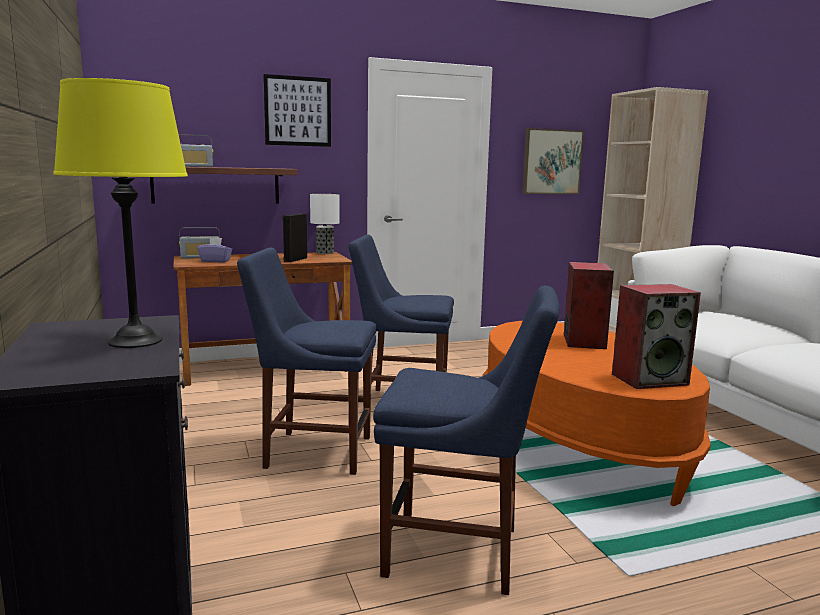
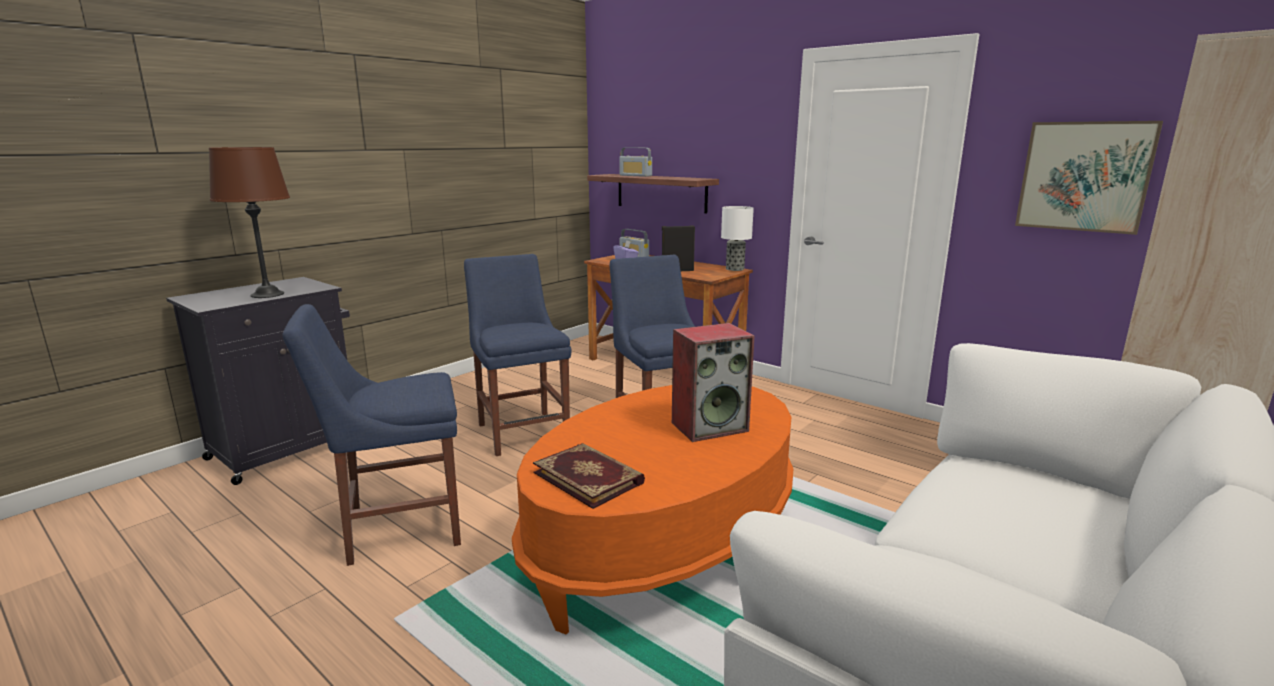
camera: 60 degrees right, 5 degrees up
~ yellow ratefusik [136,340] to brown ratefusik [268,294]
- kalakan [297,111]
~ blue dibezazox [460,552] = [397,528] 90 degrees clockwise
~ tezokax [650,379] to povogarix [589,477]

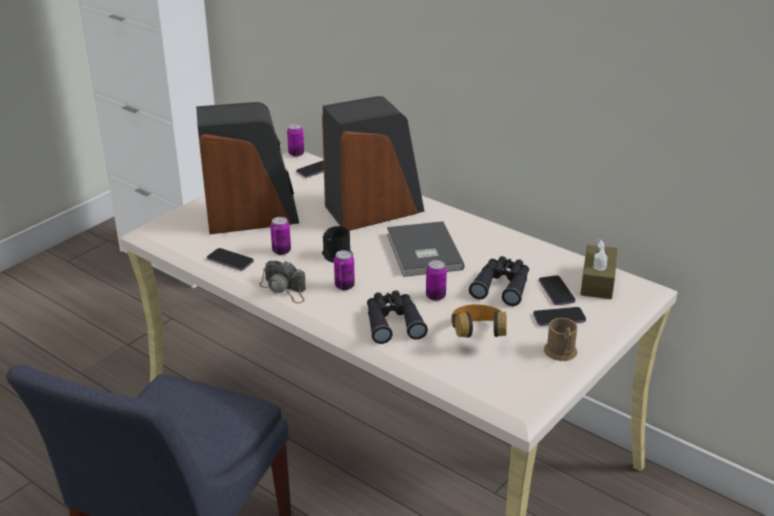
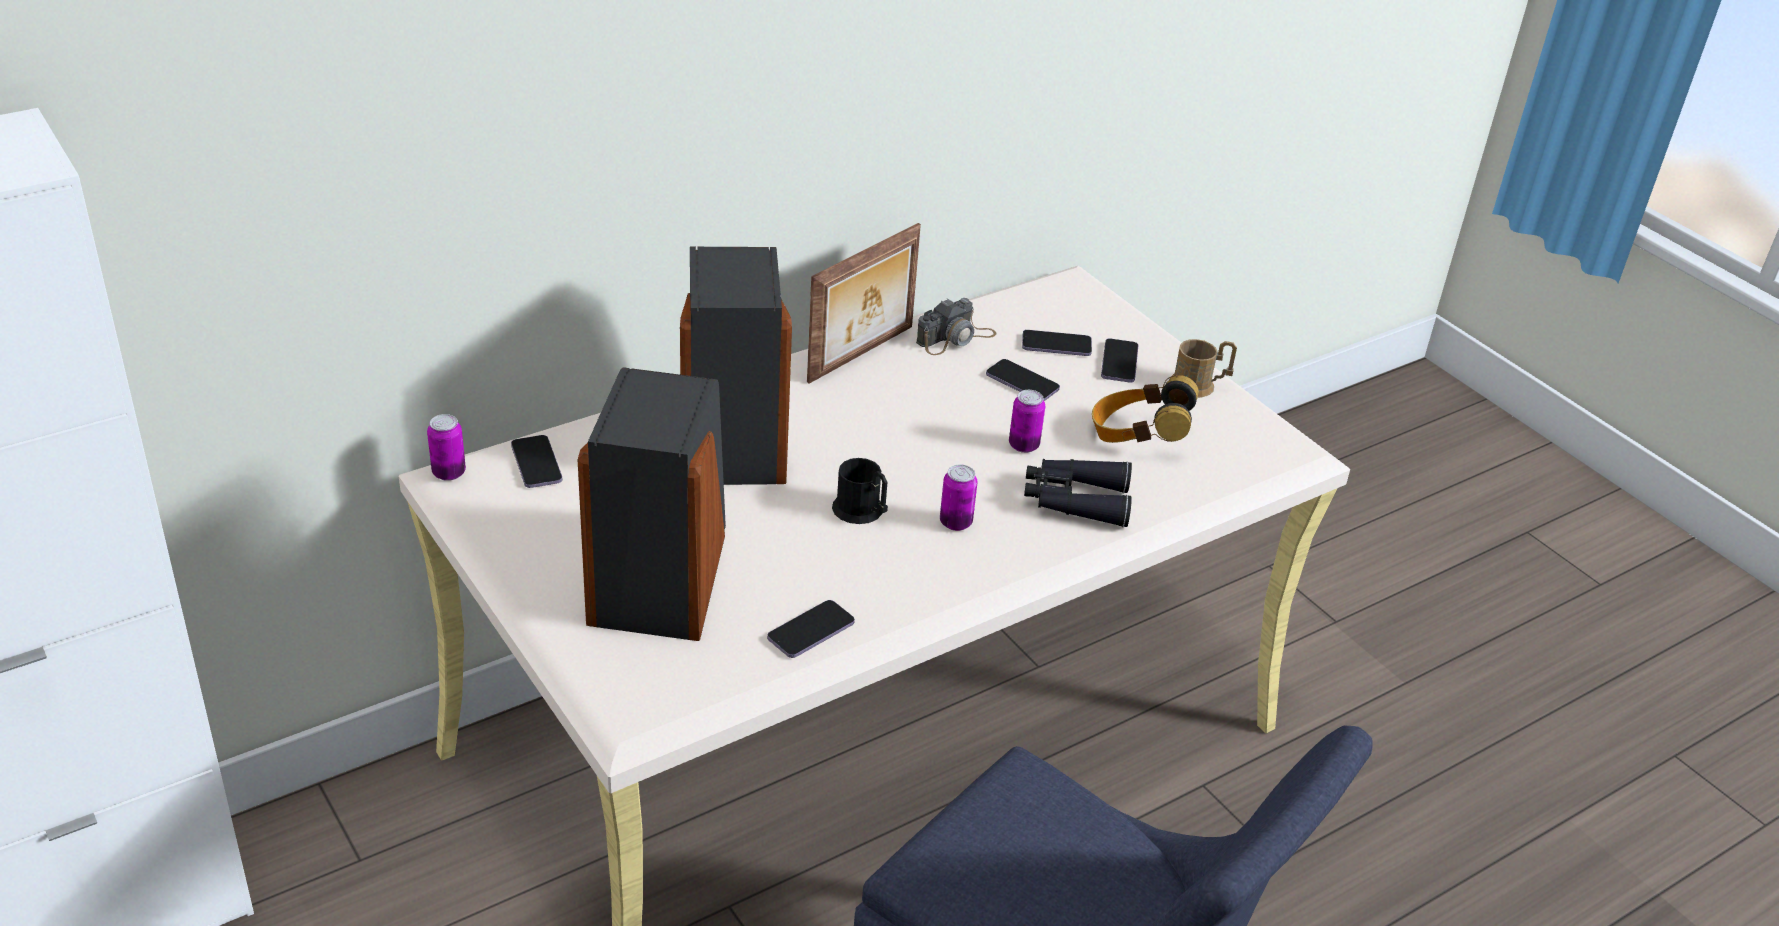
camera: 75 degrees left, 5 degrees up
~ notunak [284,289] to [956,338]
- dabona [281,251]
- grey povogarix [422,252]
~ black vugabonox [502,286] to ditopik [1022,382]
- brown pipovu [597,282]
+ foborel [862,355]

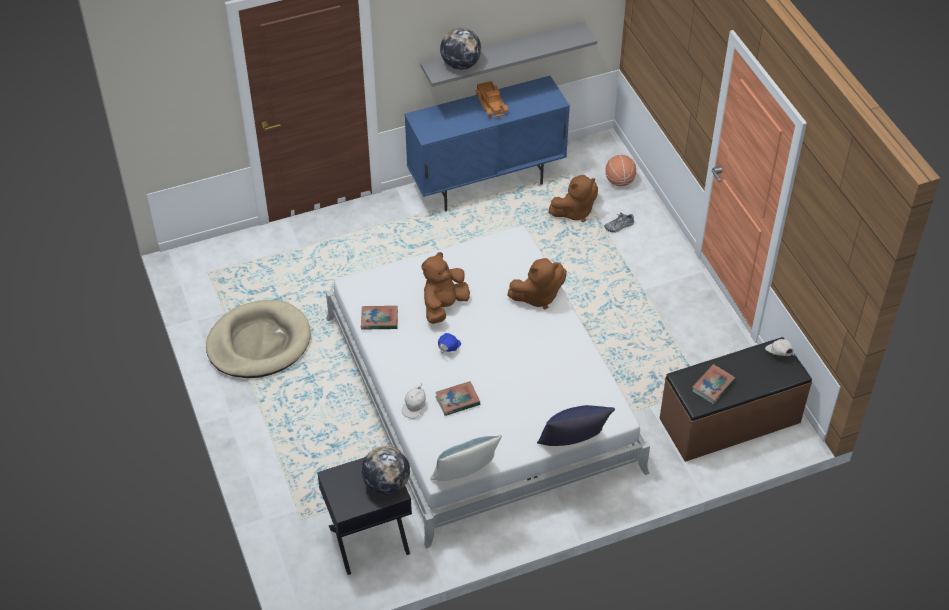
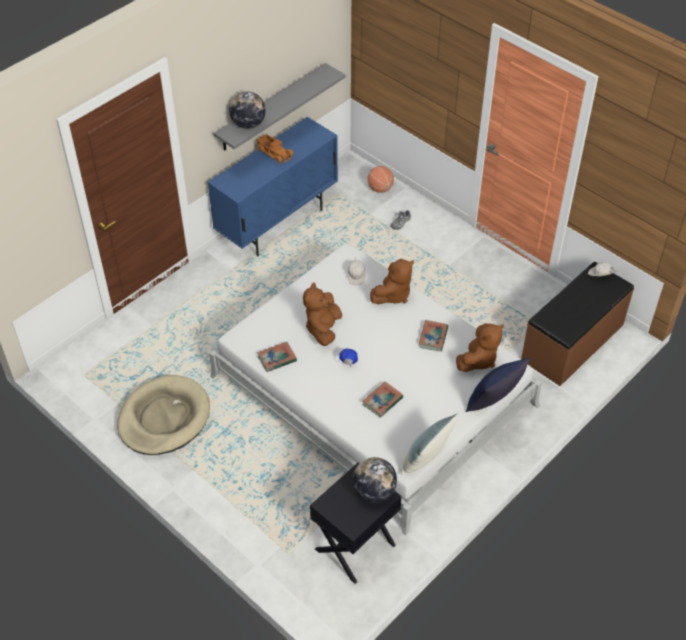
camera: 25 degrees left, 0 degrees up
~ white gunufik [415,407] to [356,276]
~ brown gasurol [574,211] to [478,359]
~ povogarix [713,386] to [433,337]

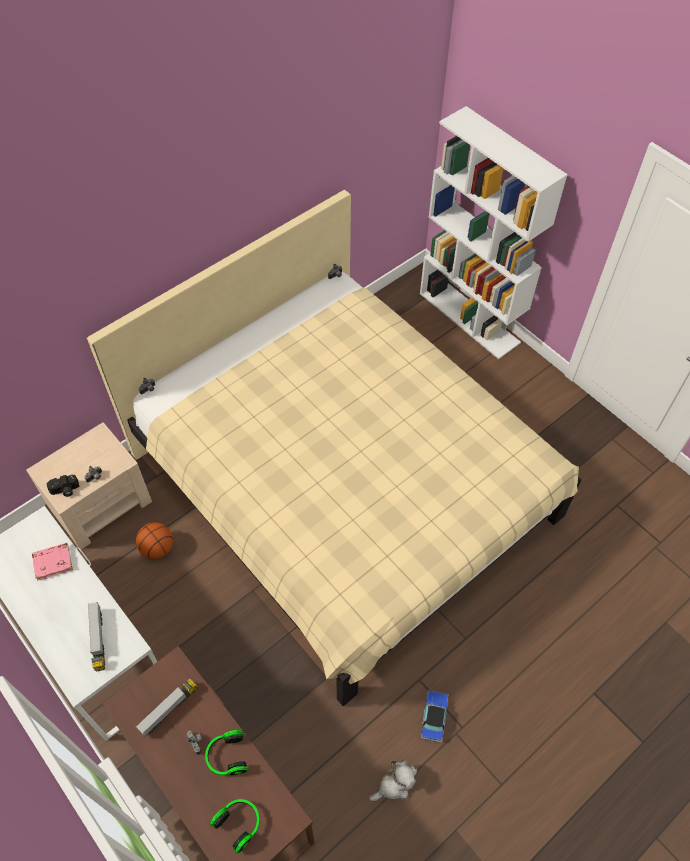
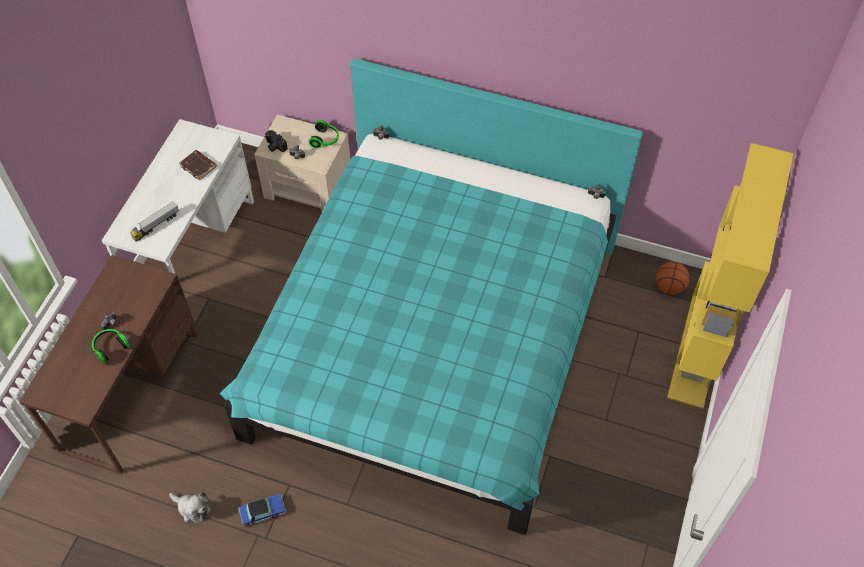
camera: 60 degrees right, 0 degrees up
~ pink povogarix [53,562] to brown povogarix [199,166]
~ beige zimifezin [344,486] to turquoise zimifezin [433,340]
~ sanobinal [157,548] to [669,287]
- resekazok [169,709]
~ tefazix [239,823] to [325,139]
~ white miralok [470,318] to yellow miralok [698,350]

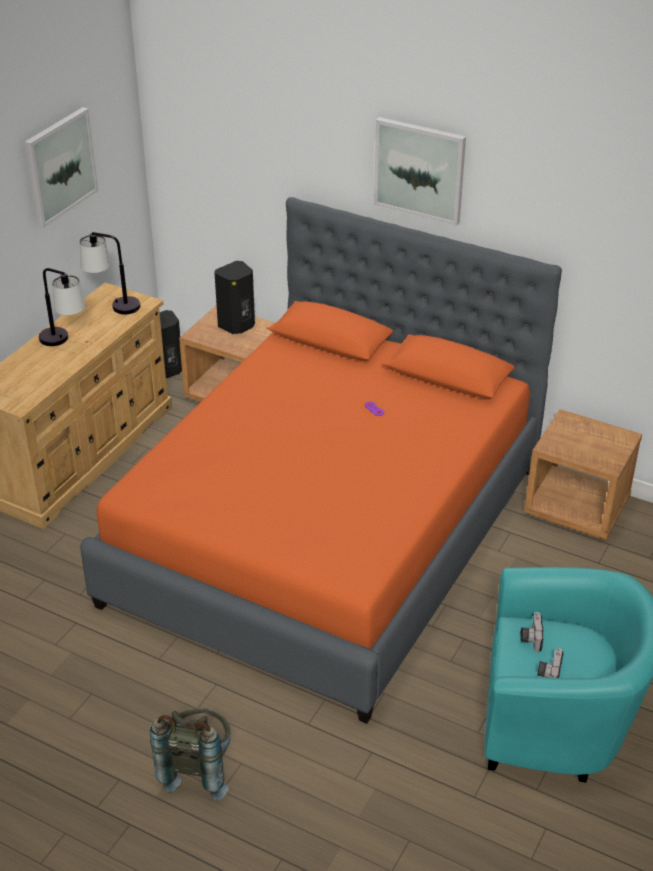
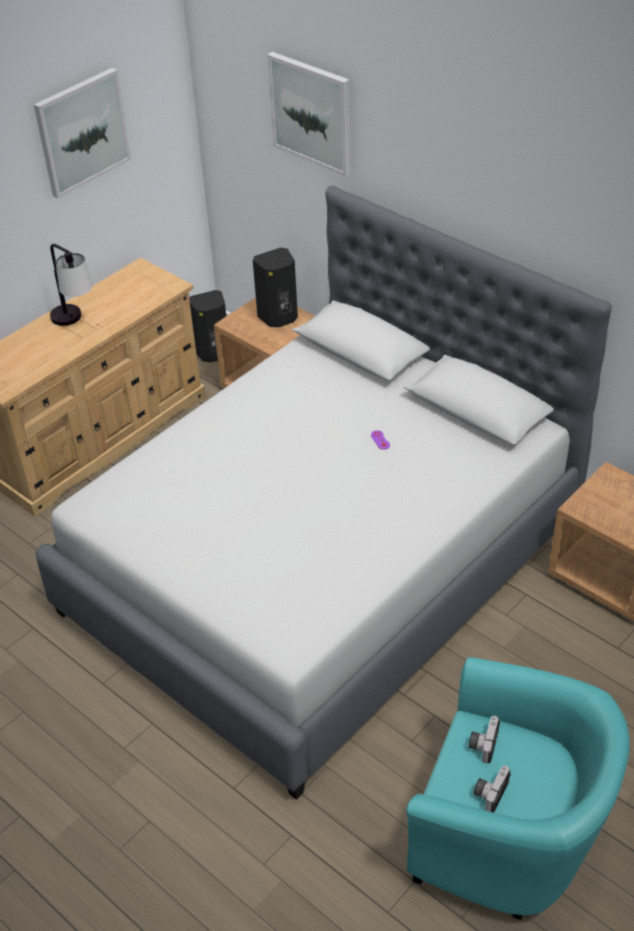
camera: 15 degrees right, 5 degrees up
~ orange zimifezin [327,534] to grey zimifezin [323,566]
- ratefusik [113,306]
- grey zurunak [197,769]
~ kalakan [419,170] to [312,113]

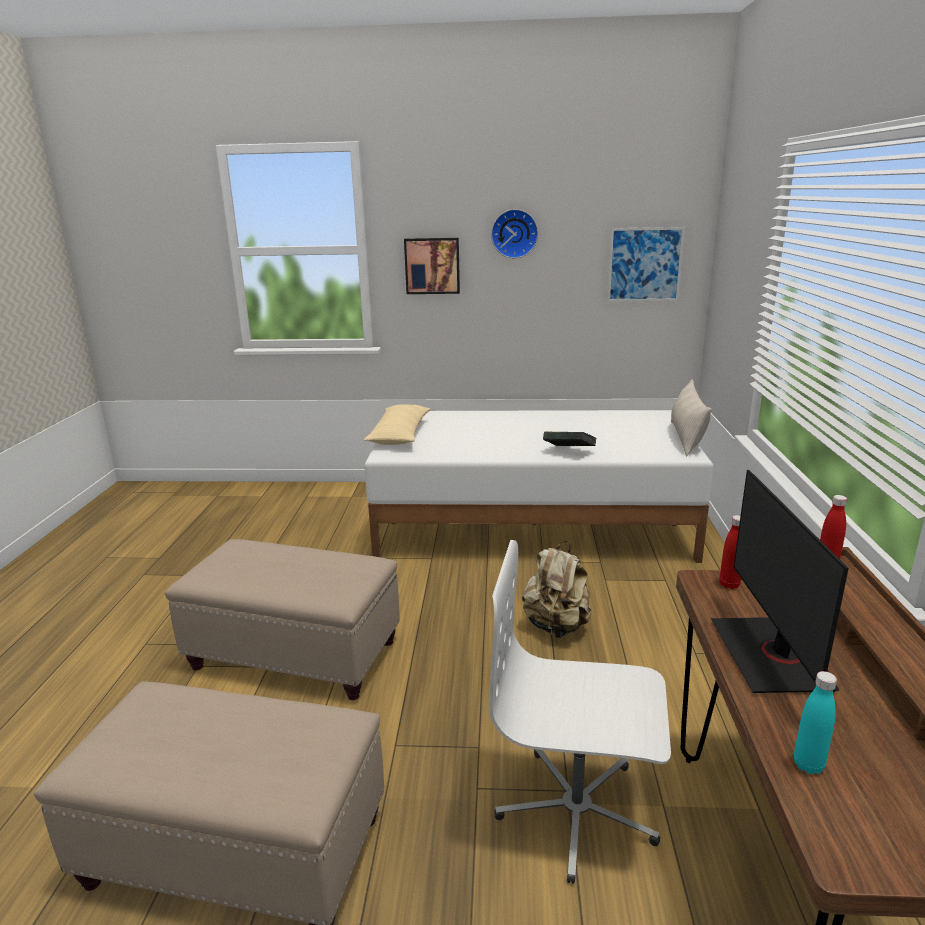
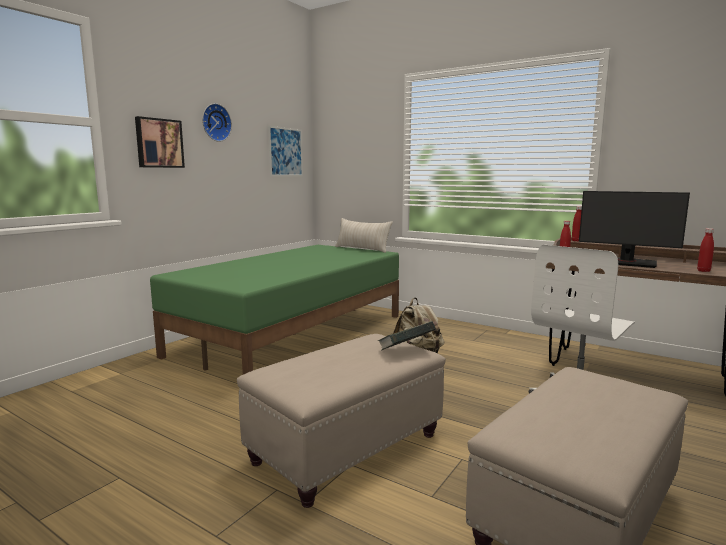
camera: 60 degrees left, 10 degrees down
- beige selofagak [399,435]
~ white zimifezin [532,524] to green zimifezin [294,334]
~ povogarix [569,452] to [405,351]
~ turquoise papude [808,765] to red papude [703,271]

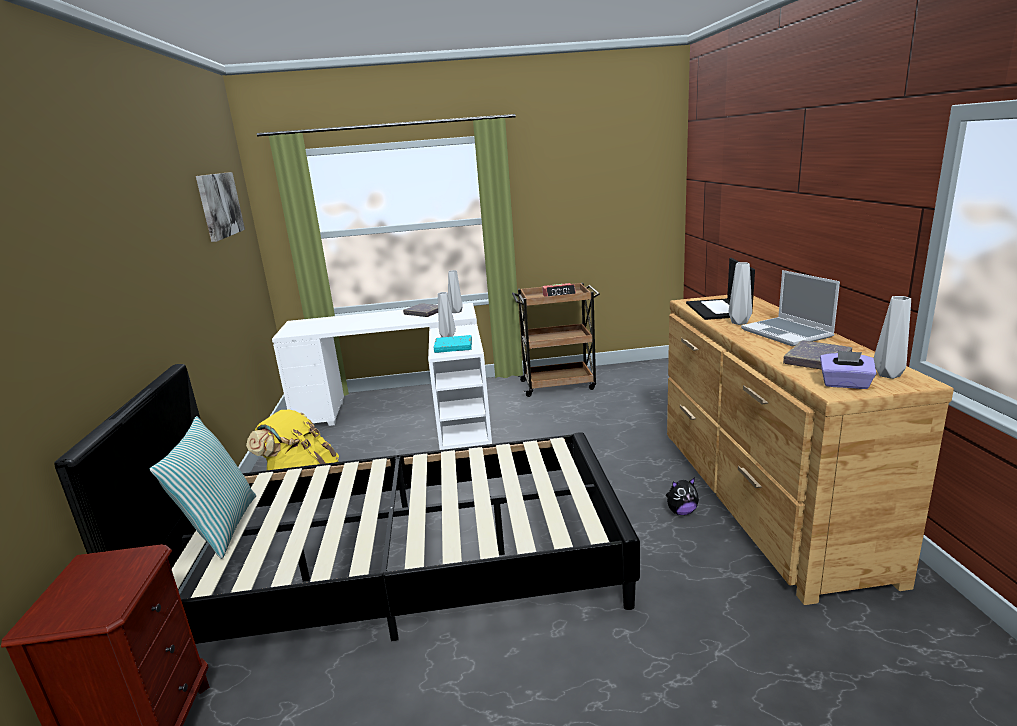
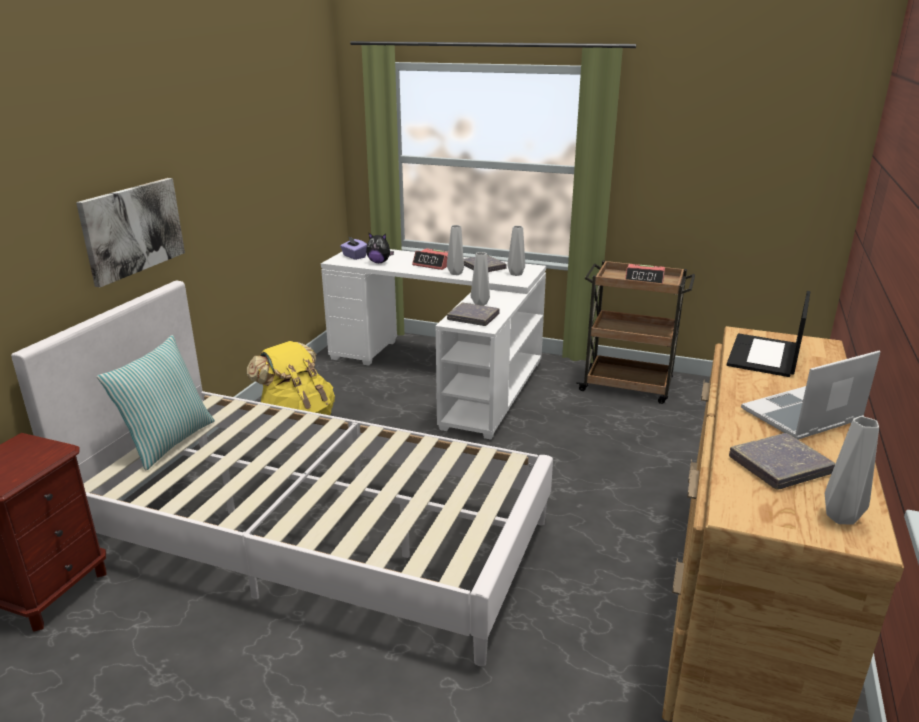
camera: 25 degrees right, 5 degrees up
~ black zimifezin [401,568] to white zimifezin [313,534]
~ kalakan [219,205] to [132,229]
~ turquoise povogarix [453,347] to grey povogarix [473,318]
~ gasurol [681,512] to [379,262]
~ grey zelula [739,322] to [456,273]
~ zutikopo [788,333] = [801,416] 60 degrees clockwise
~ purple pipovu [845,384] to [354,256]
+ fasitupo [433,264]

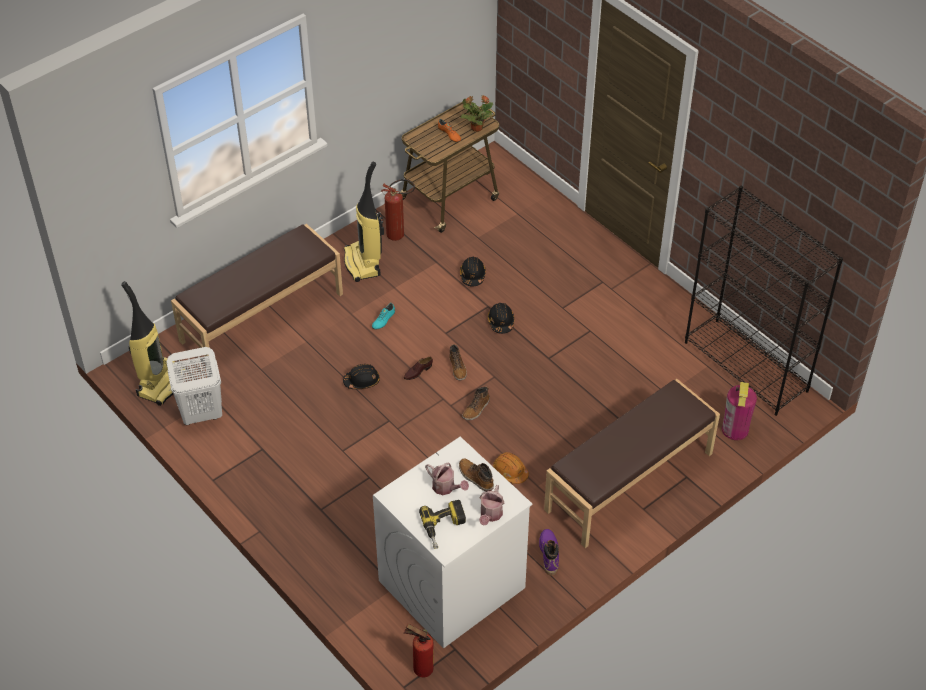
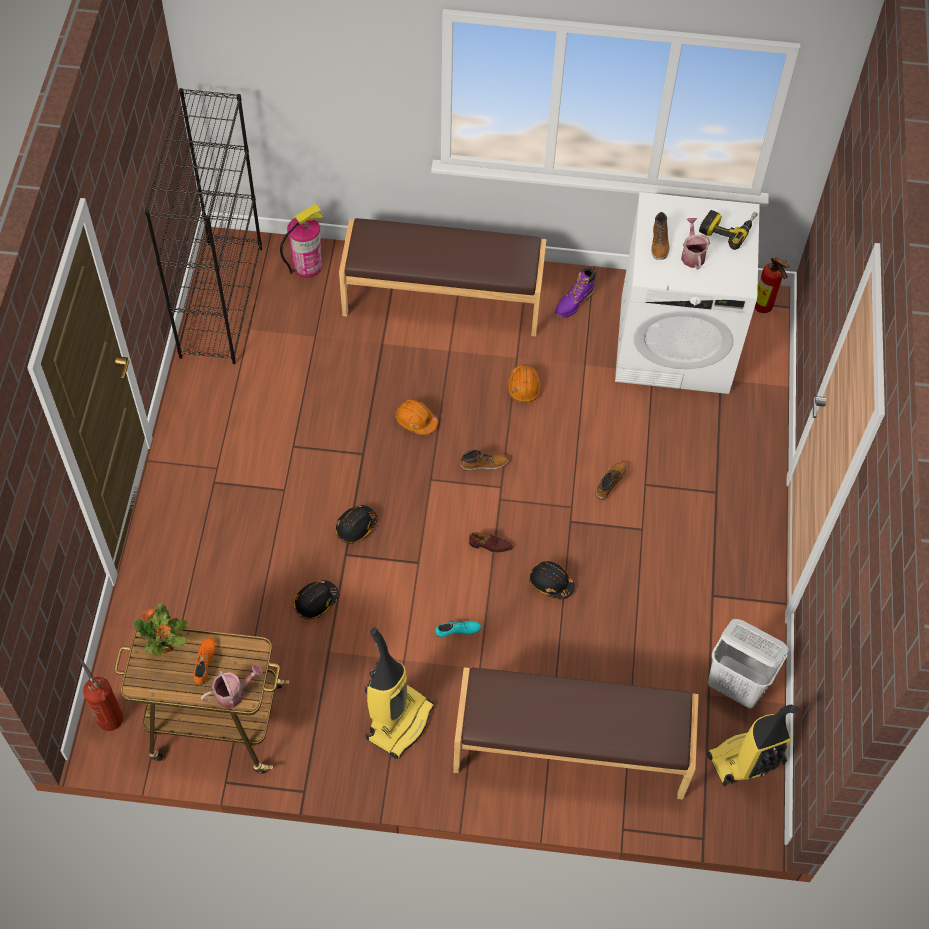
camera: 135 degrees left, 10 degrees up
~ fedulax [399,235] to [107,714]
~ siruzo [458,368] to [610,482]
~ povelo [490,515] to [233,693]
+ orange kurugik [416,421]

